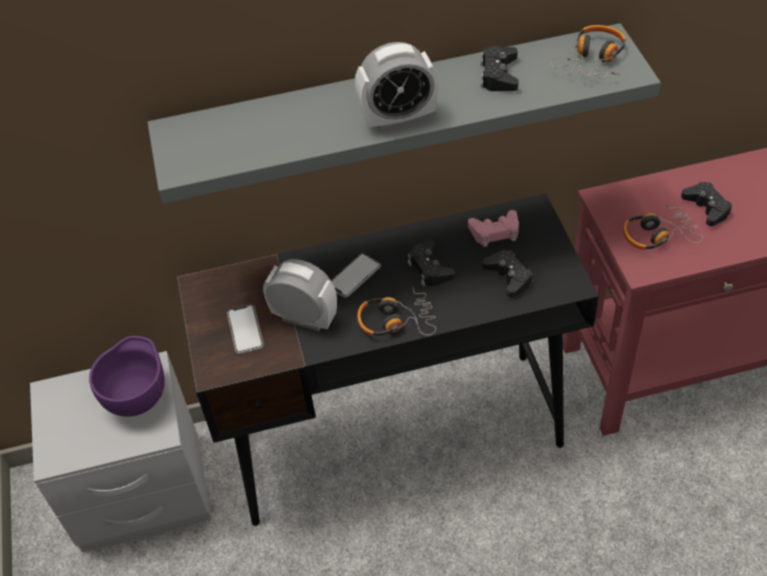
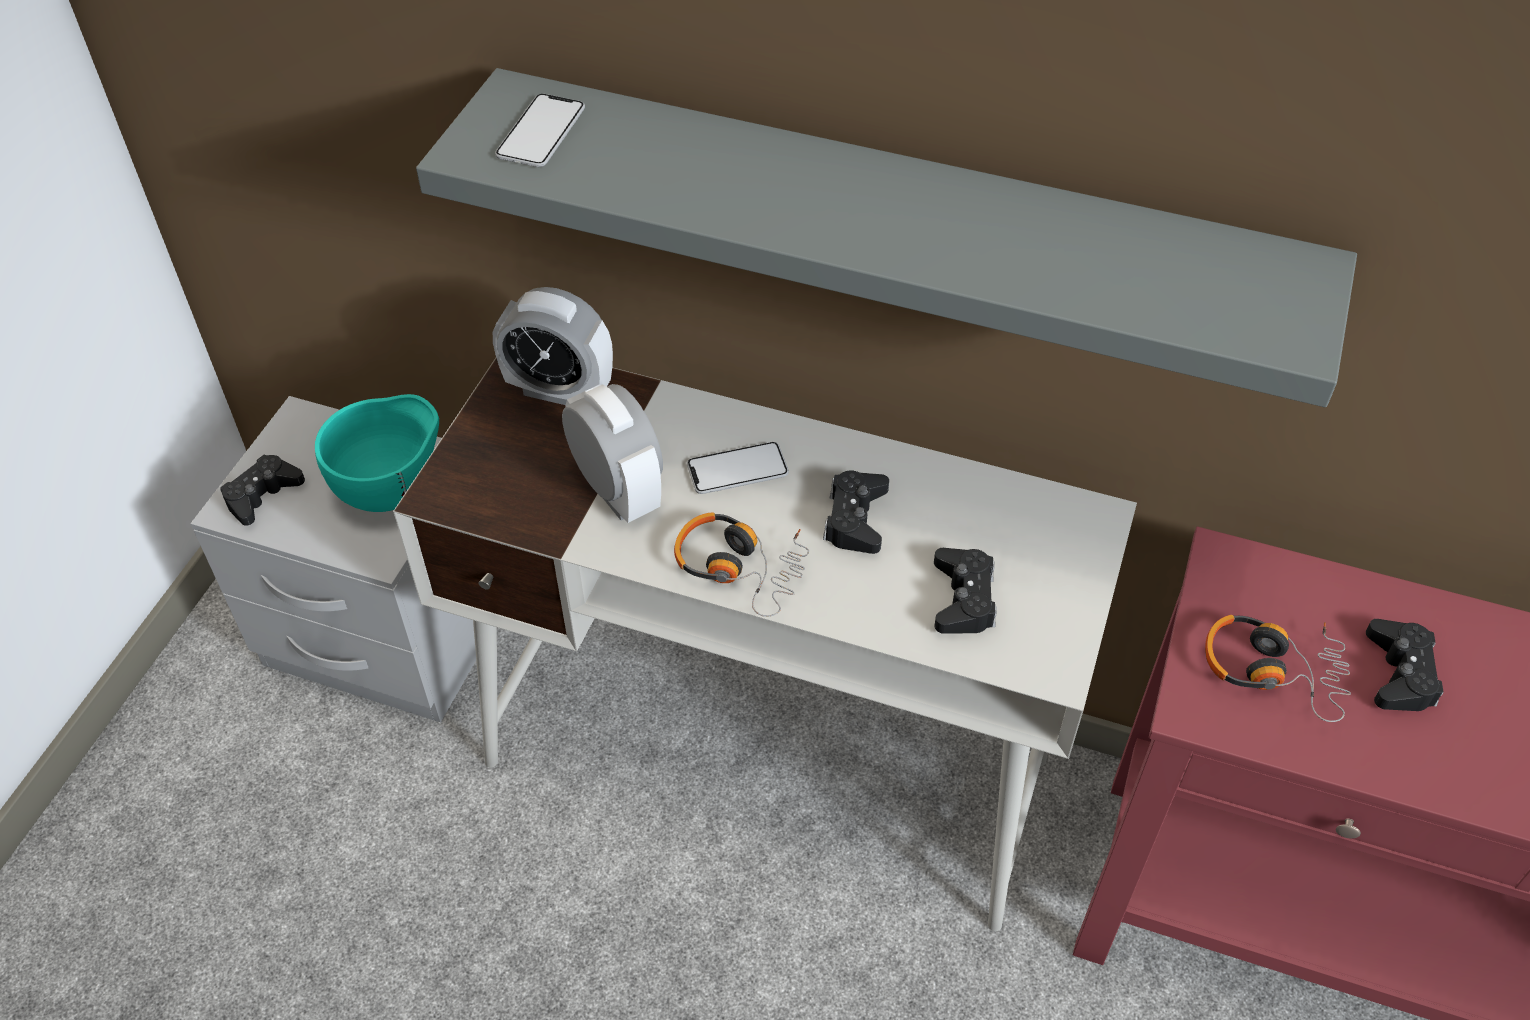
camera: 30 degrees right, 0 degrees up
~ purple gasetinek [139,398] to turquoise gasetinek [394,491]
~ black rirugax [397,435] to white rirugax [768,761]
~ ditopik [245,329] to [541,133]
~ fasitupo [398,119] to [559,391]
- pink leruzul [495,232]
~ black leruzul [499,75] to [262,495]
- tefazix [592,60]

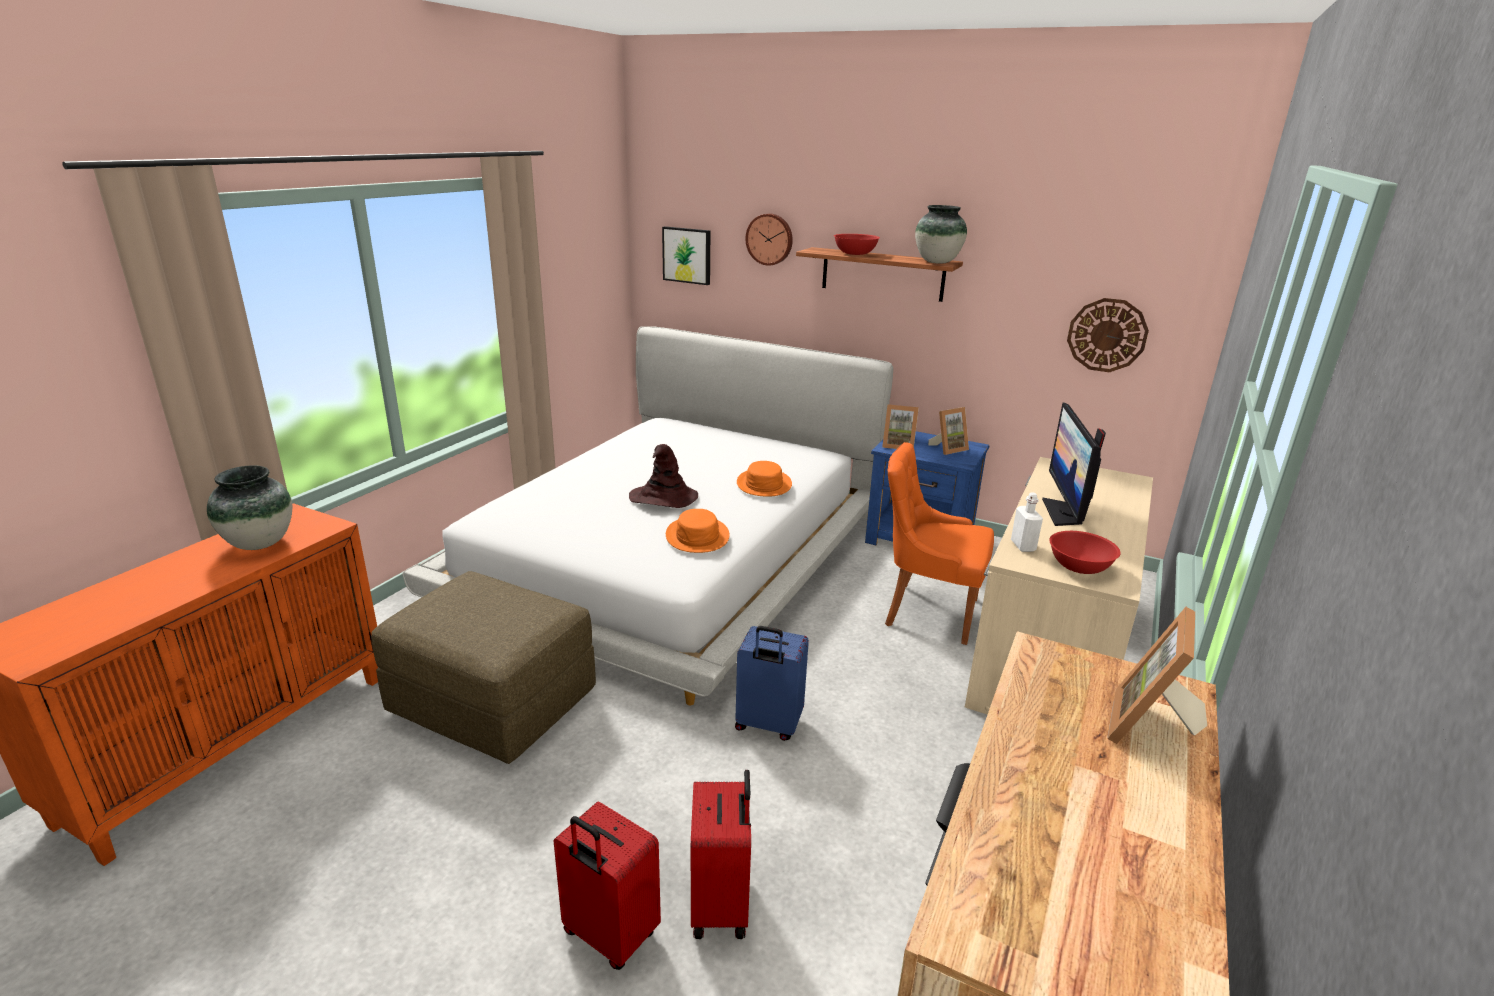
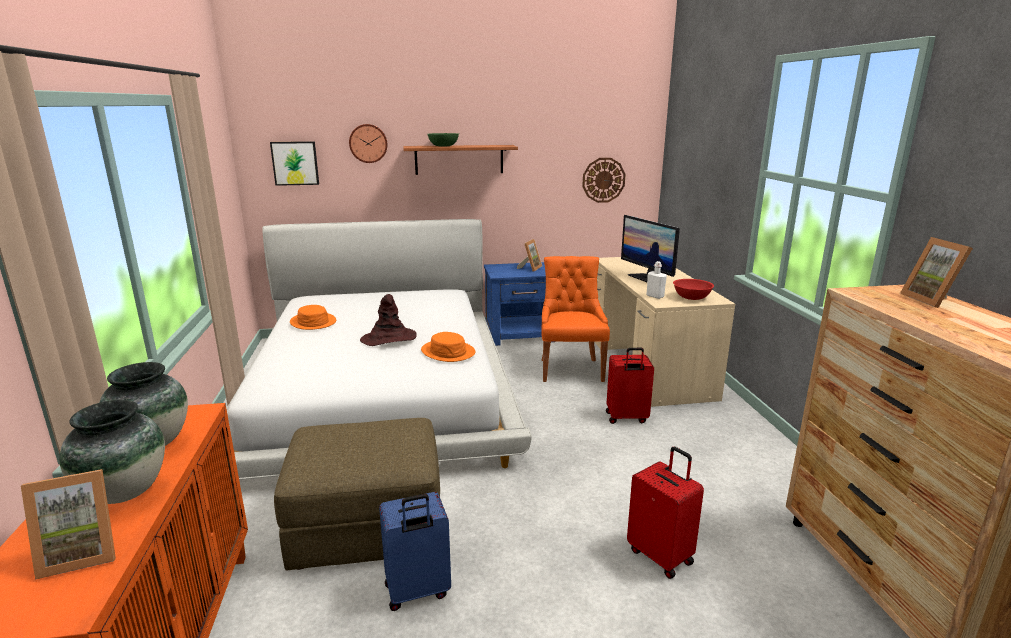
camera: 35 degrees left, 5 degrees down
~ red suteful [609,935] to [626,418]
~ blue suteful [768,725] to [417,592]
~ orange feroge [763,484] to [313,322]
~ red gasetinek [855,254] to green gasetinek [443,146]
~ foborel [898,445] to [82,553]
~ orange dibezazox [927,611] = [570,369] 105 degrees clockwise
~ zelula [937,262] to [125,493]

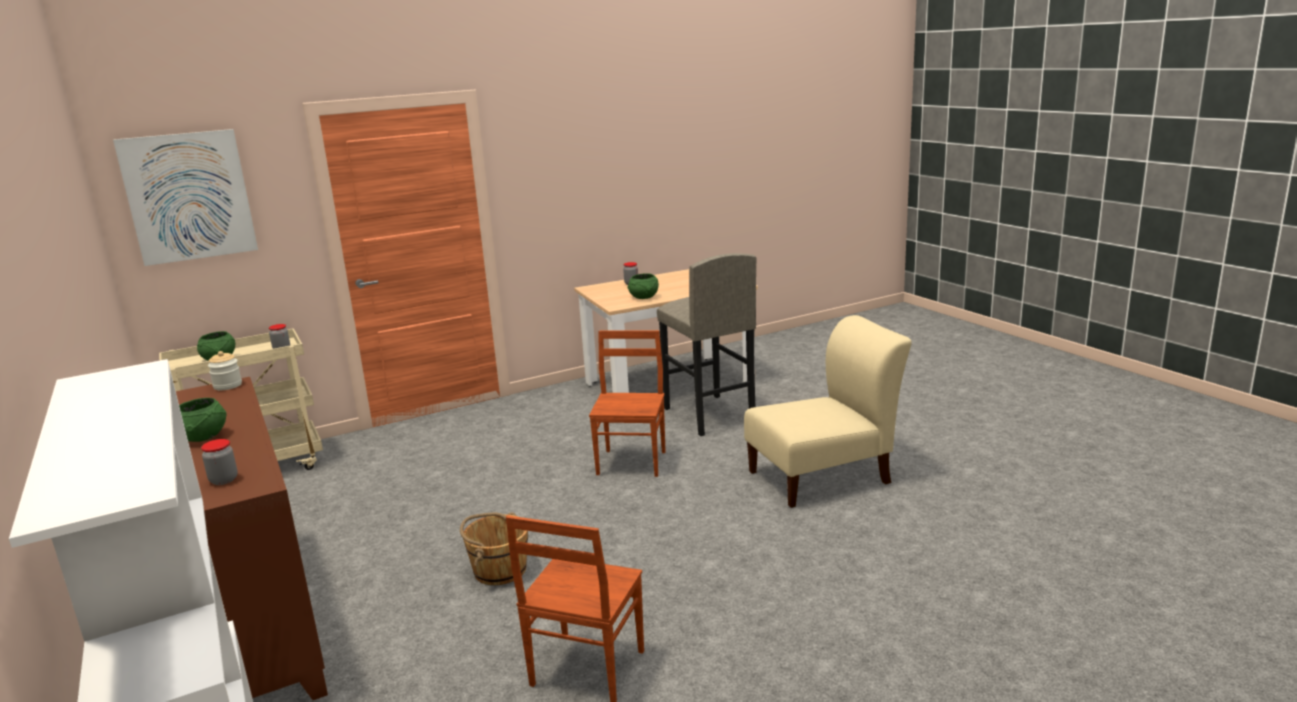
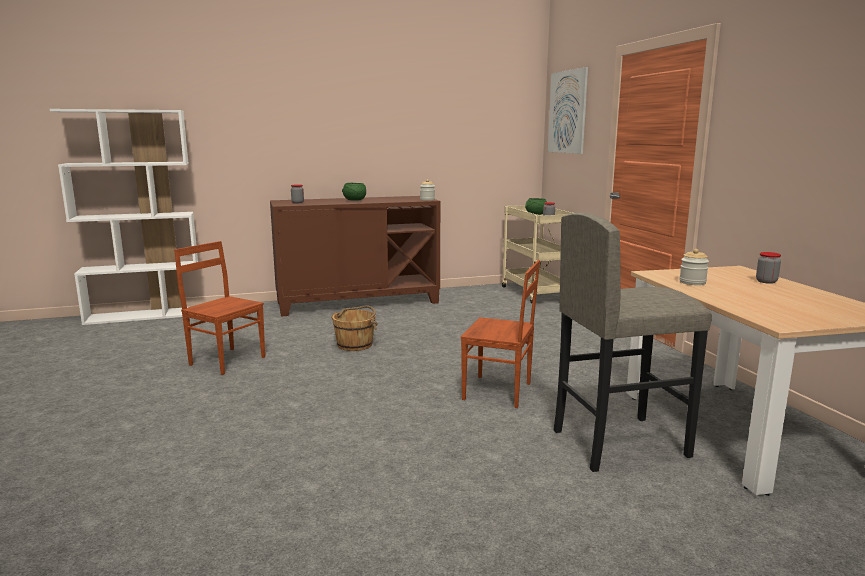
camera: 100 degrees right, 5 degrees down
~ green gasetinek [644,297] to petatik [692,282]
- beige dibezazox [824,476]

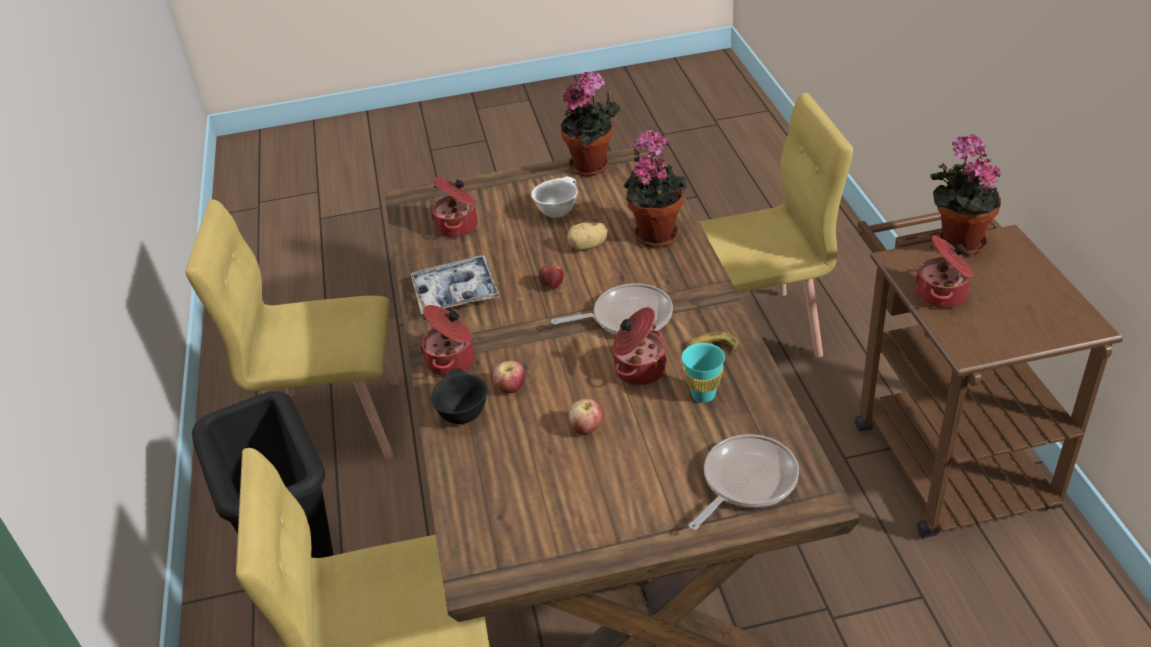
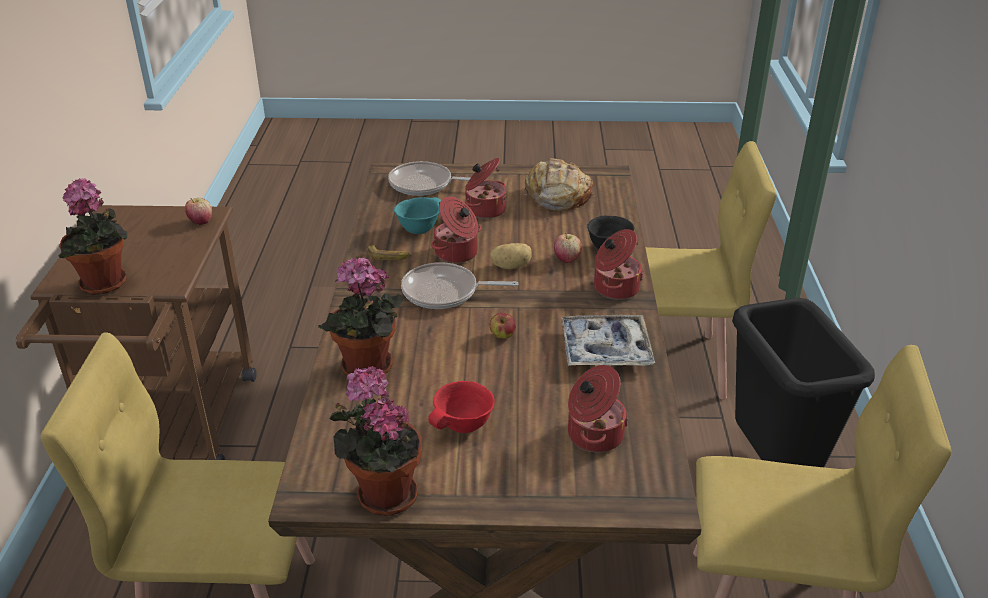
camera: 170 degrees left, 5 degrees down
~ white gasetinek [557,212] to red gasetinek [463,426]
~ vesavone [588,246] to [511,266]
~ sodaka [586,428] to [201,222]
~ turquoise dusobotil [703,395] to turquoise gasetinek [419,229]
~ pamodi [746,481] = [424,184] 45 degrees clockwise
~ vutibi [942,295] to [484,209]
+ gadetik [557,196]

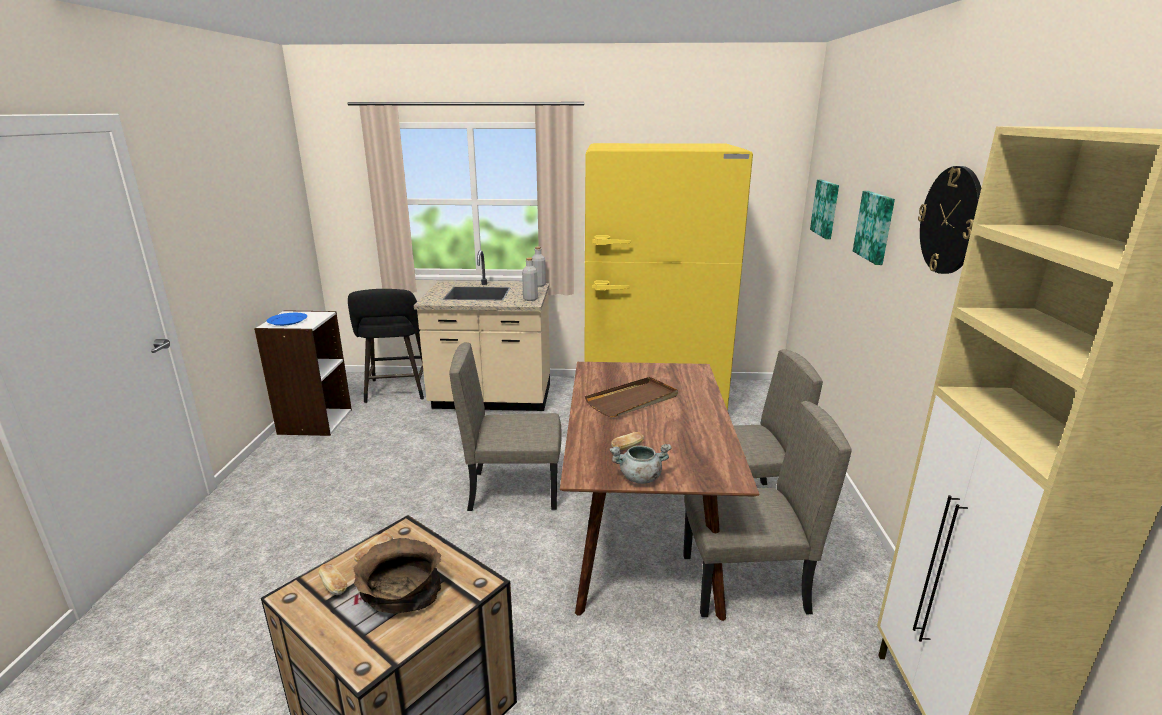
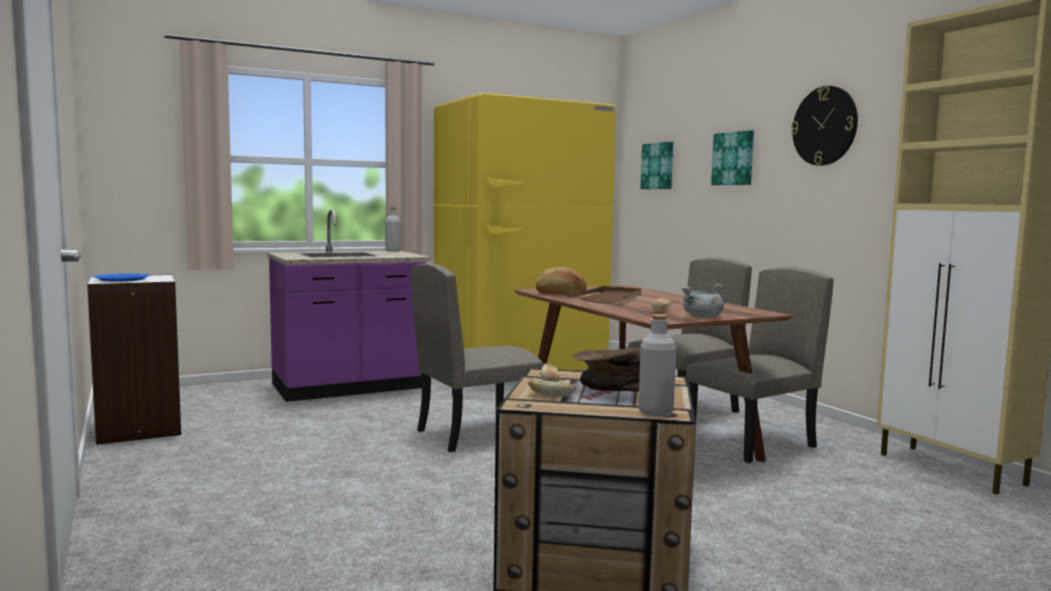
camera: 30 degrees left, 15 degrees down
- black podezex [397,392]
~ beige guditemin [492,399] to purple guditemin [349,387]
~ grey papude [530,299] to [655,412]
+ gadetik [560,294]

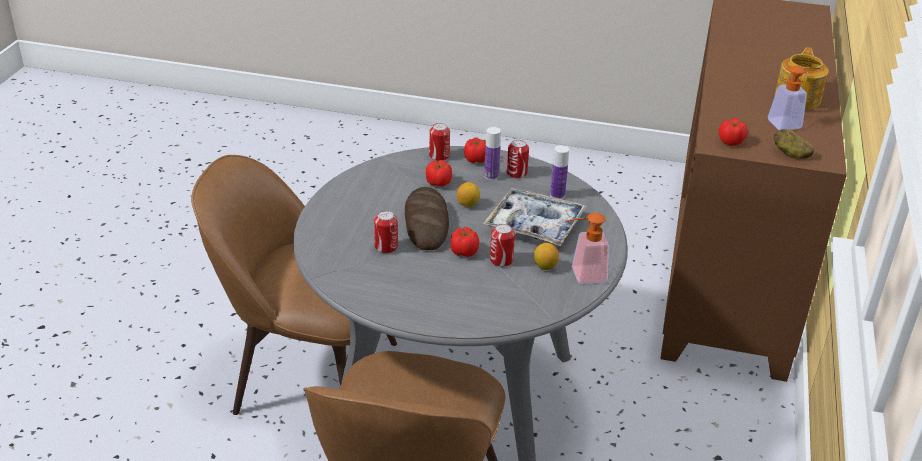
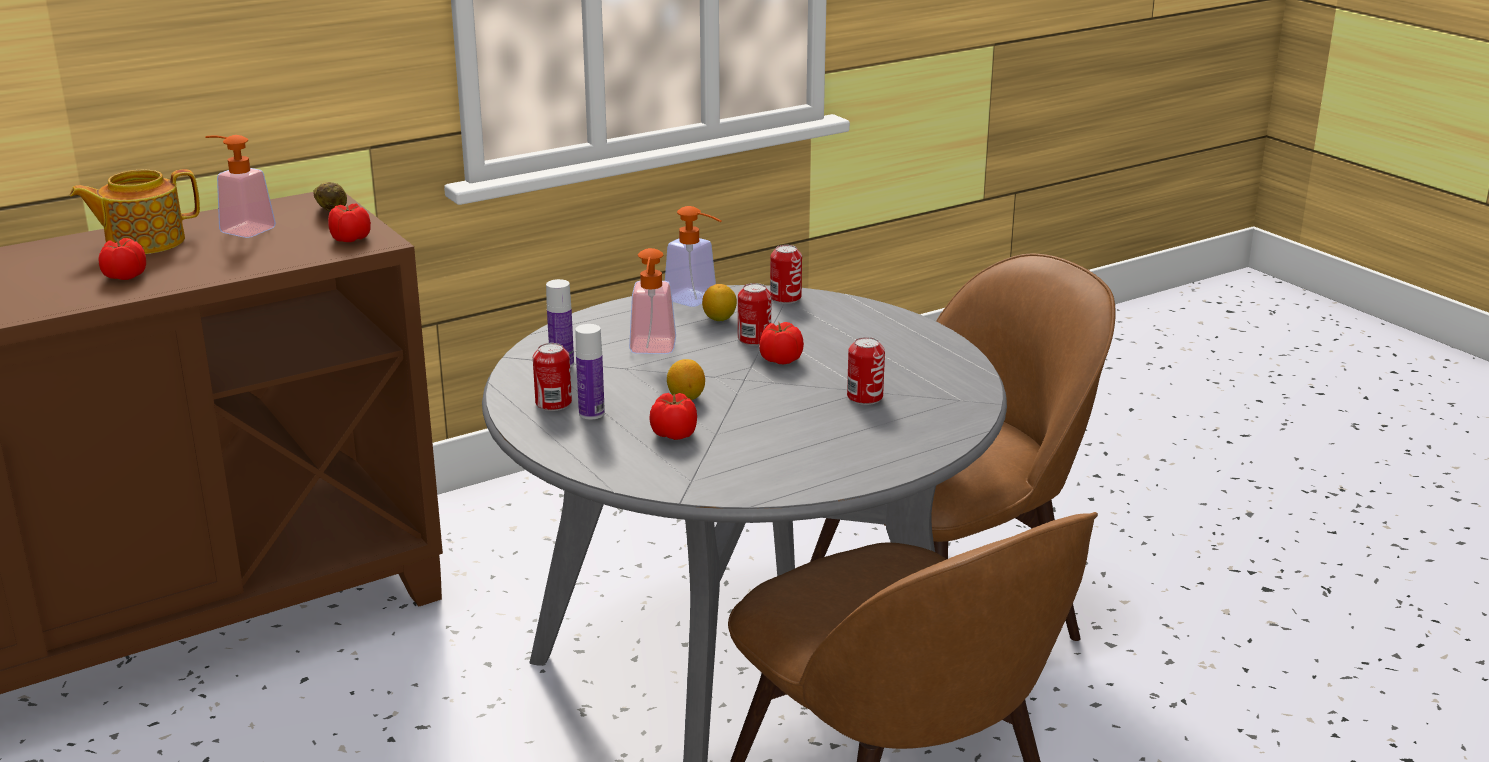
camera: 135 degrees left, 10 degrees down
- gadetik [426,223]
~ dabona [439,156] to [785,298]
~ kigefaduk [476,159] to [124,276]
~ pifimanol [535,225] to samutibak [652,350]

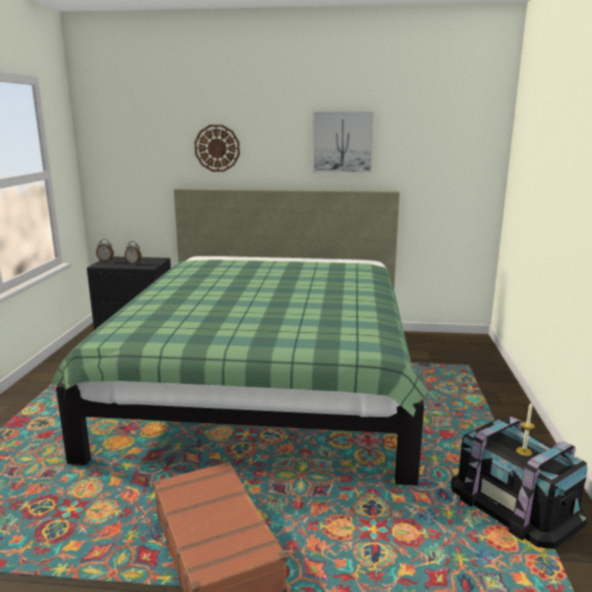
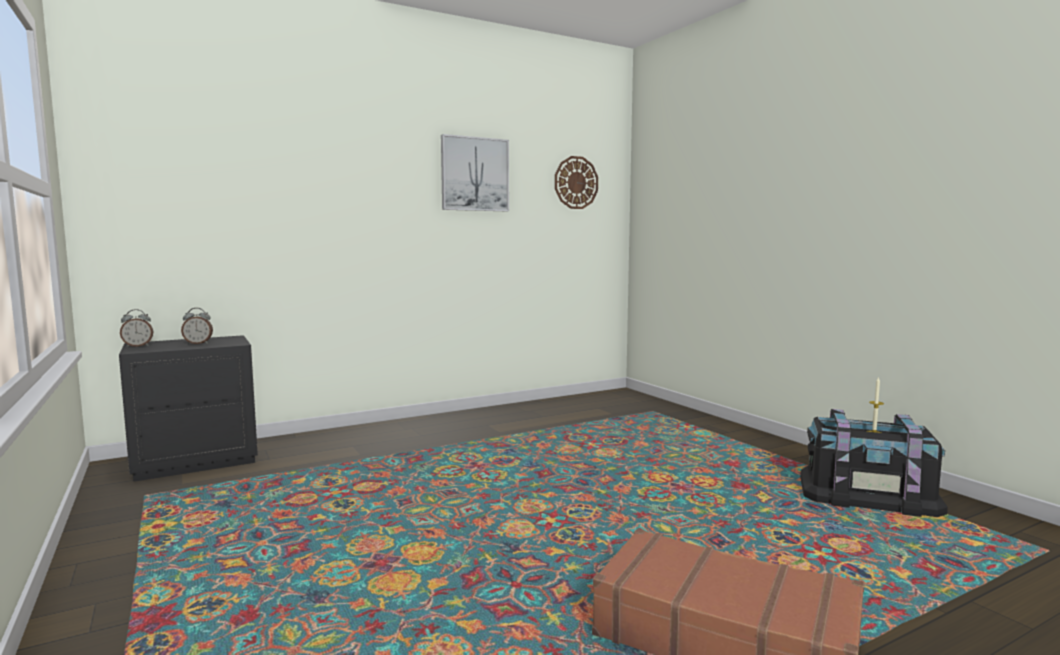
camera: 35 degrees left, 10 degrees down
- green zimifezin [266,383]
~ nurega [217,148] to [576,182]

